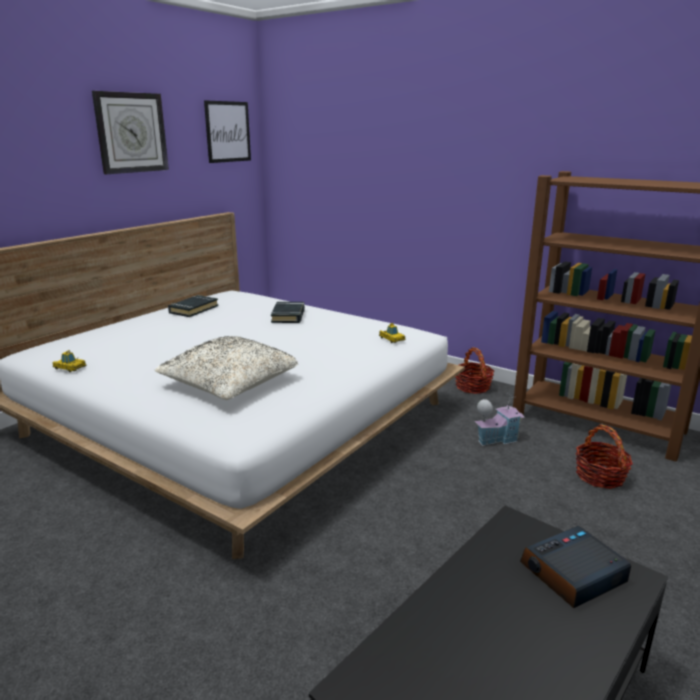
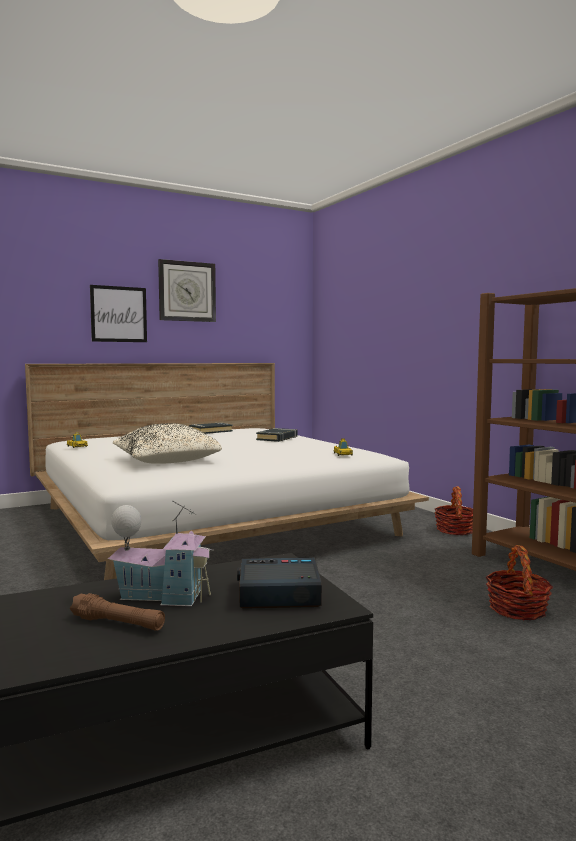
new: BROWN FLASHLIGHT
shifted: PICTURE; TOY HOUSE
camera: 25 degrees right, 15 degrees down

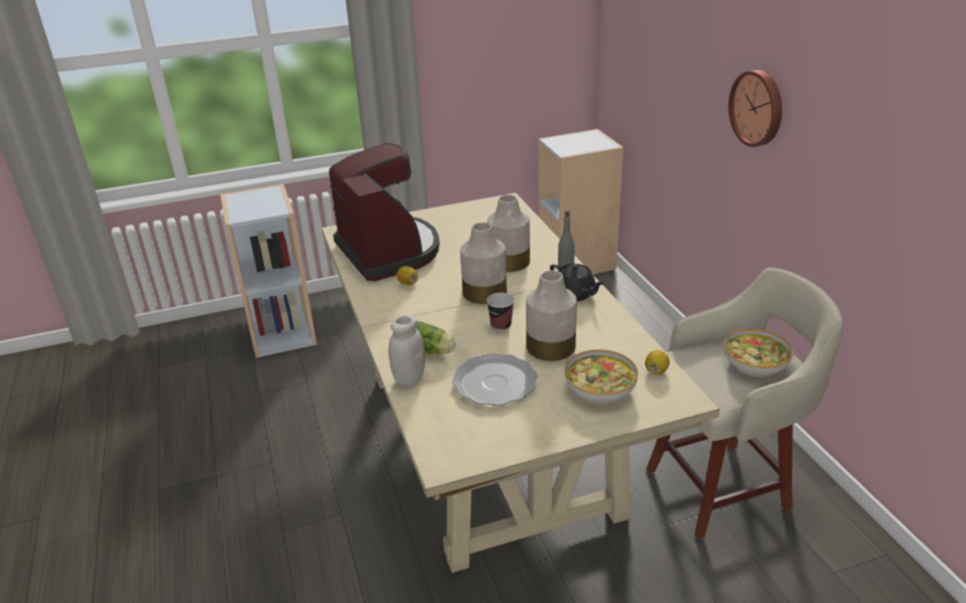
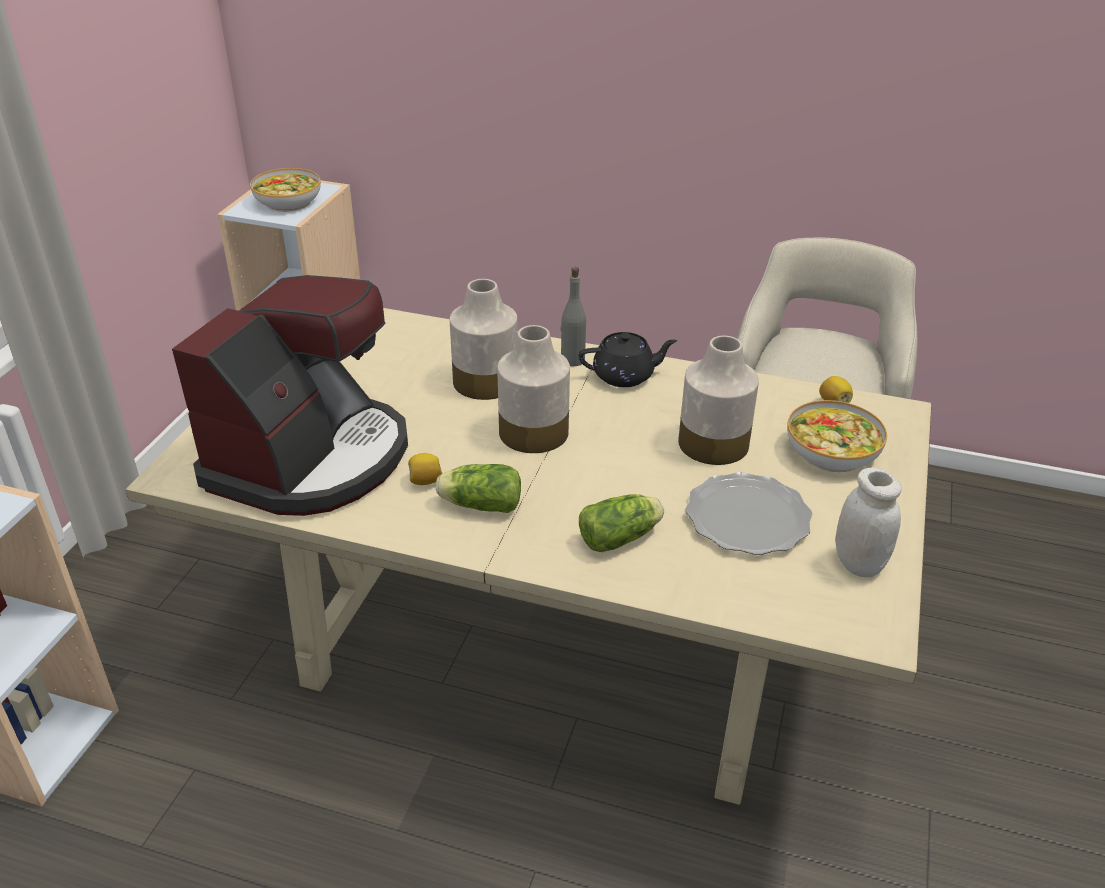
gone: CUP; WALL CLOCK
new: LETTUCE (no. 1 from left)
shifted: WHITE JAR; BOWL (no. 2 from left in the first image) to BOWL (no. 1 from left)
rotated: COFFEE MACHINE 105 degrees clockwise
camera: 55 degrees left, 5 degrees up

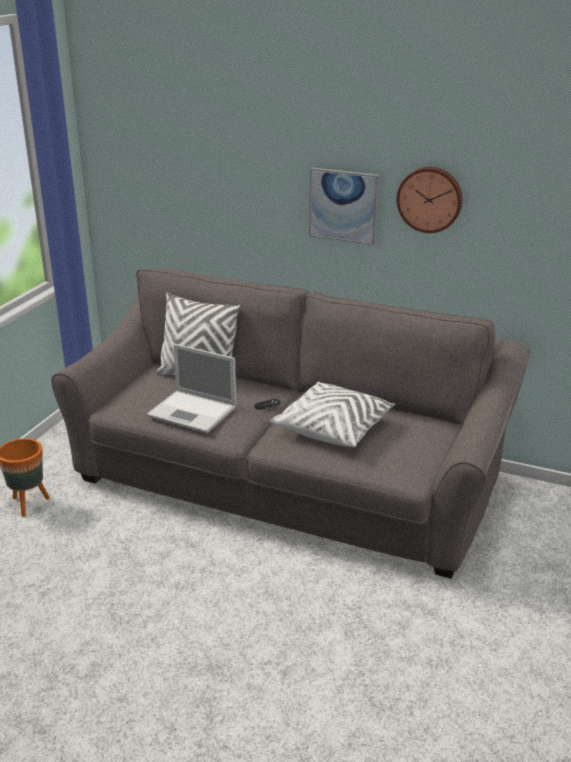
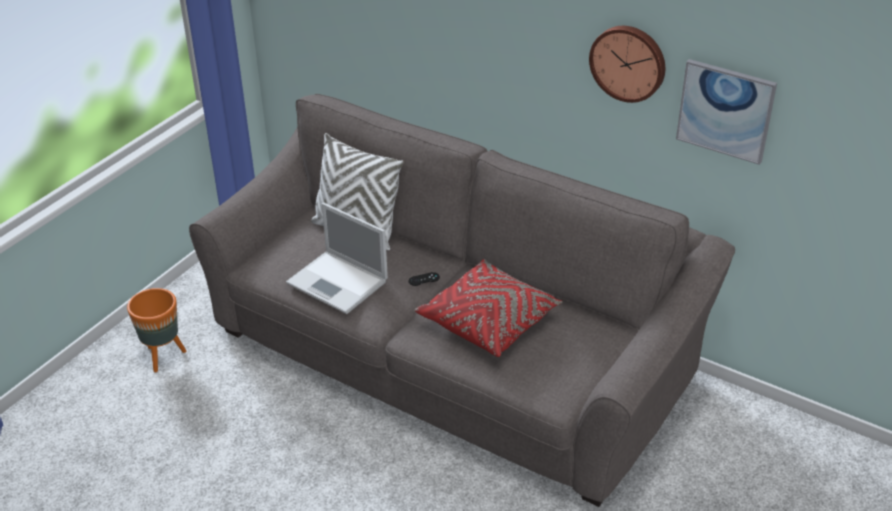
shifted: PICTURE
repainted: WHITE PILLOW (no. 2 from left) to RED PILLOW
camera: 10 degrees right, 10 degrees up

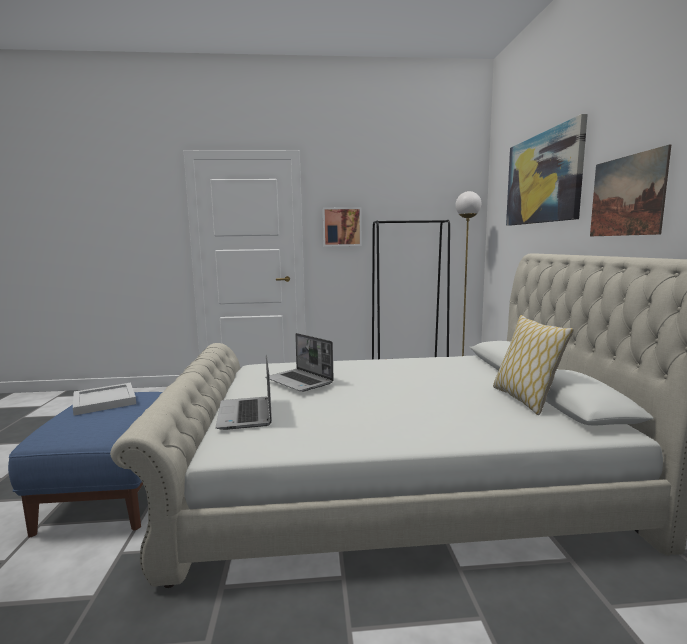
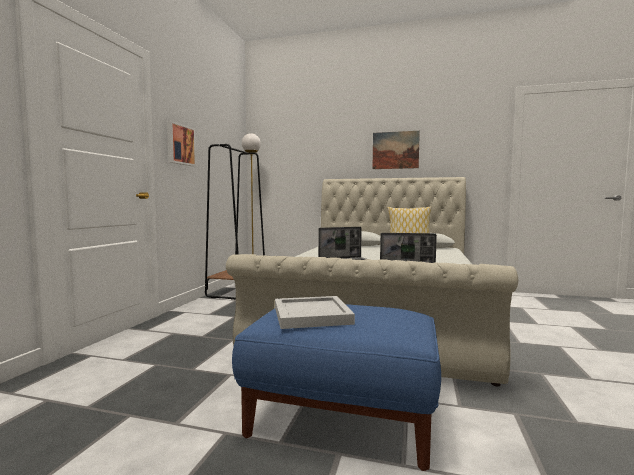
gone: PICTURE (no. 2 from left)
camera: 70 degrees left, 5 degrees down

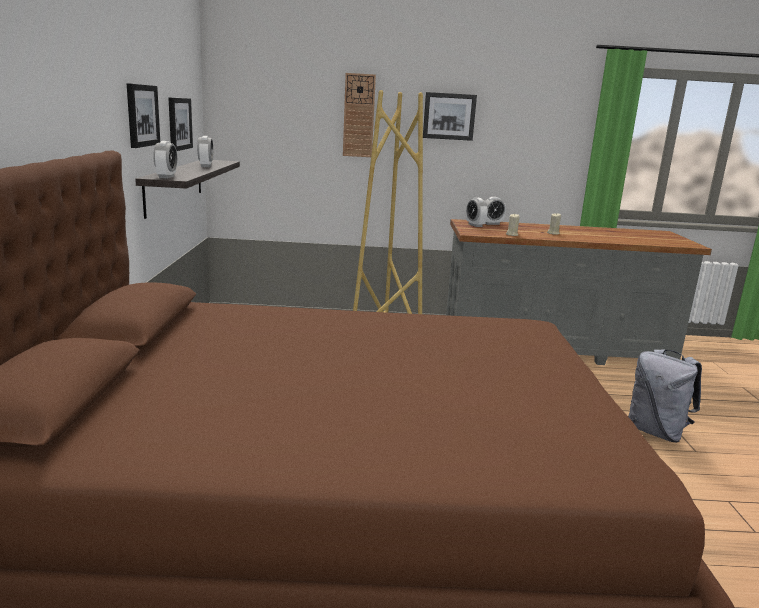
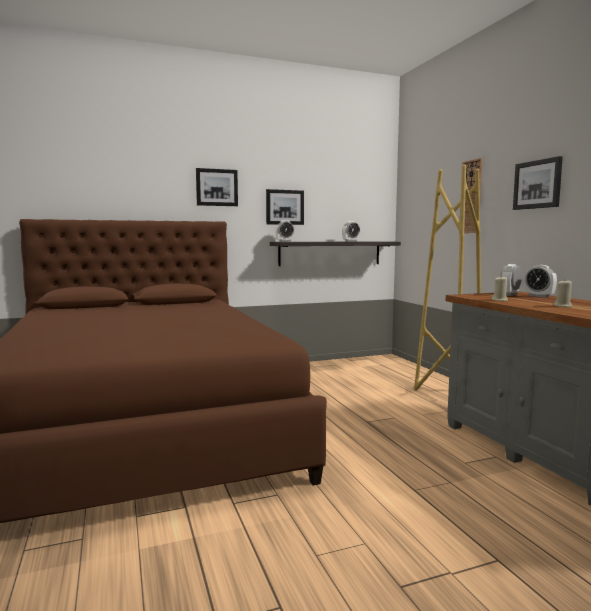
gone: GREY BACKPACK
shifted: PICTURE (no. 2 from left in the first image) to PICTURE (no. 1 from left)
camera: 70 degrees right, 10 degrees down

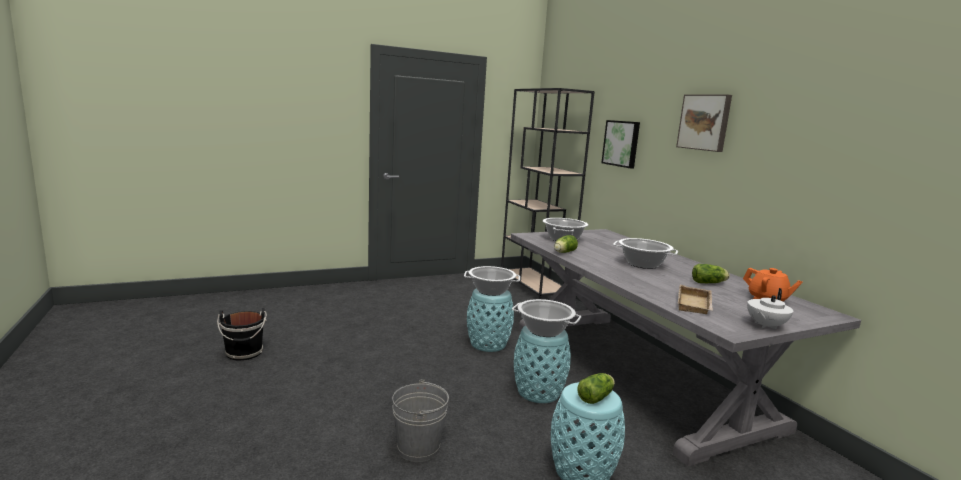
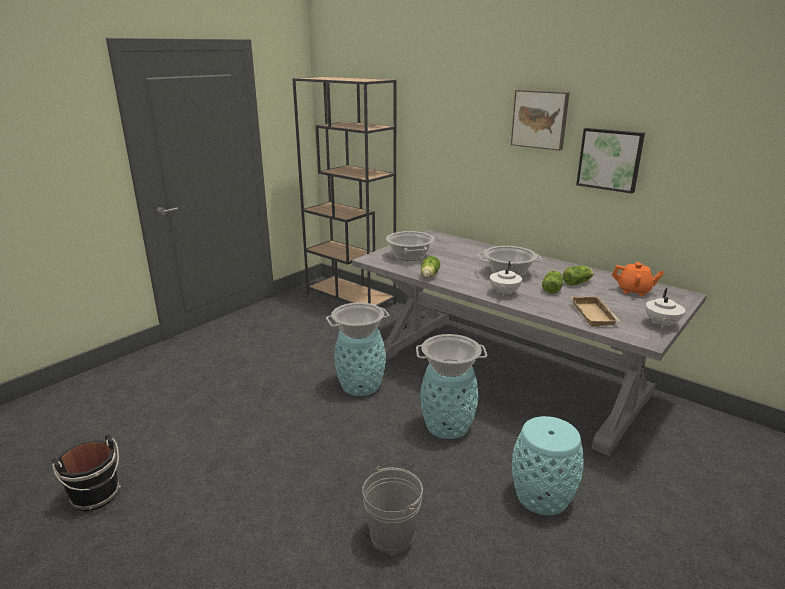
new: WHITE TEAPOT (no. 1 from left)
shifted: LETTUCE (no. 2 from left); PICTURE (no. 1 from left in the first image) to PICTURE (no. 2 from left)
camera: 25 degrees left, 10 degrees up

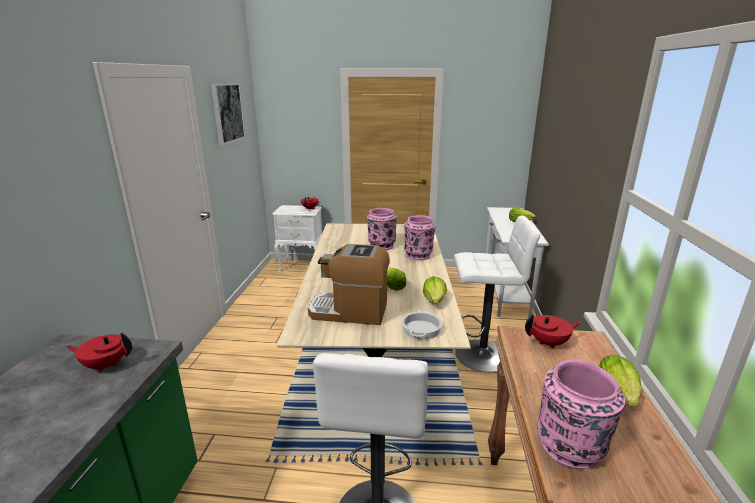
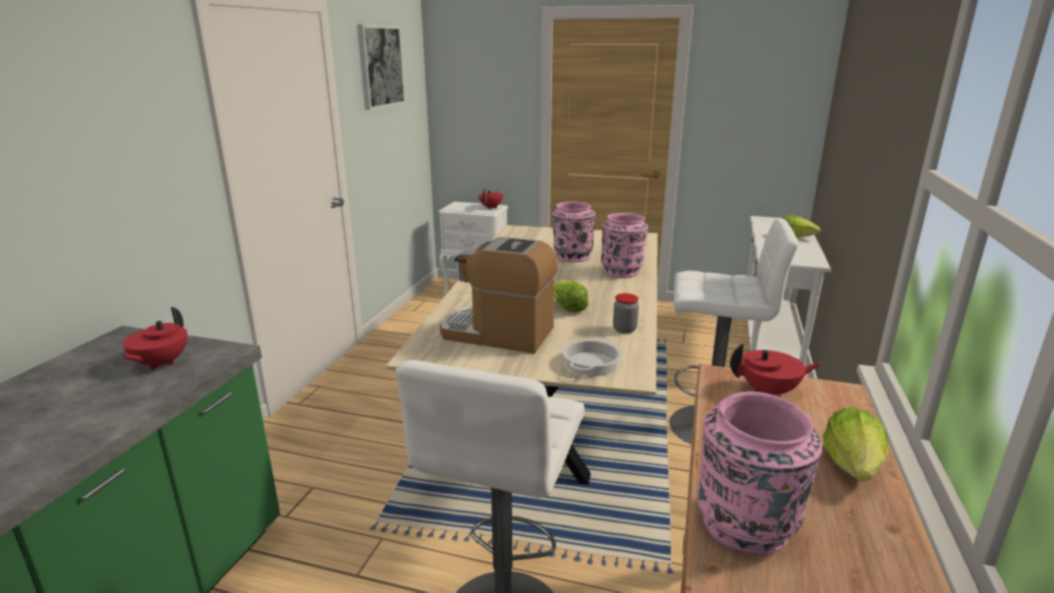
swapped: LETTUCE (no. 2 from left) to JAR
rotated: RED TEAPOT (no. 1 from left) 90 degrees counterclockwise
camera: 10 degrees right, 0 degrees up

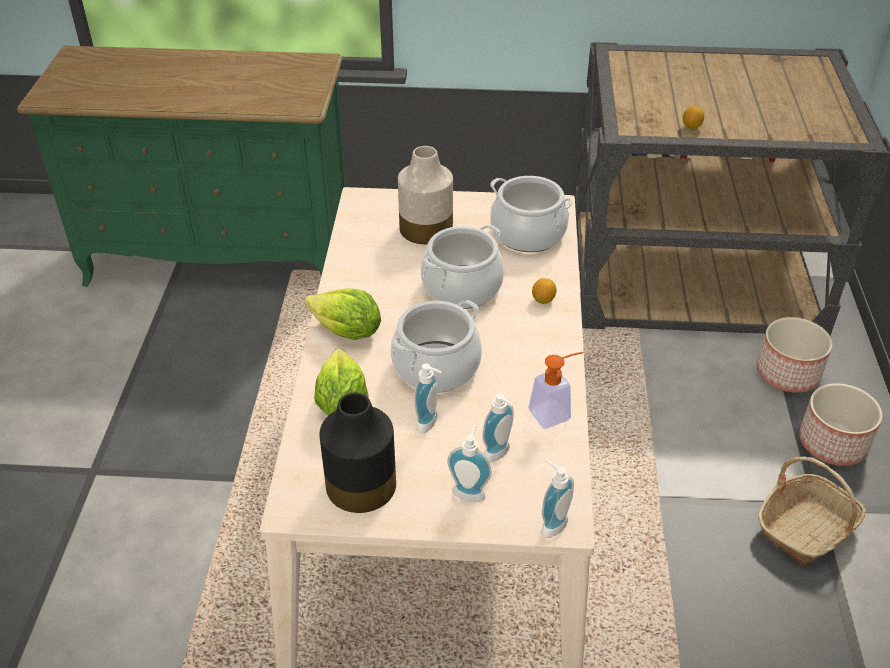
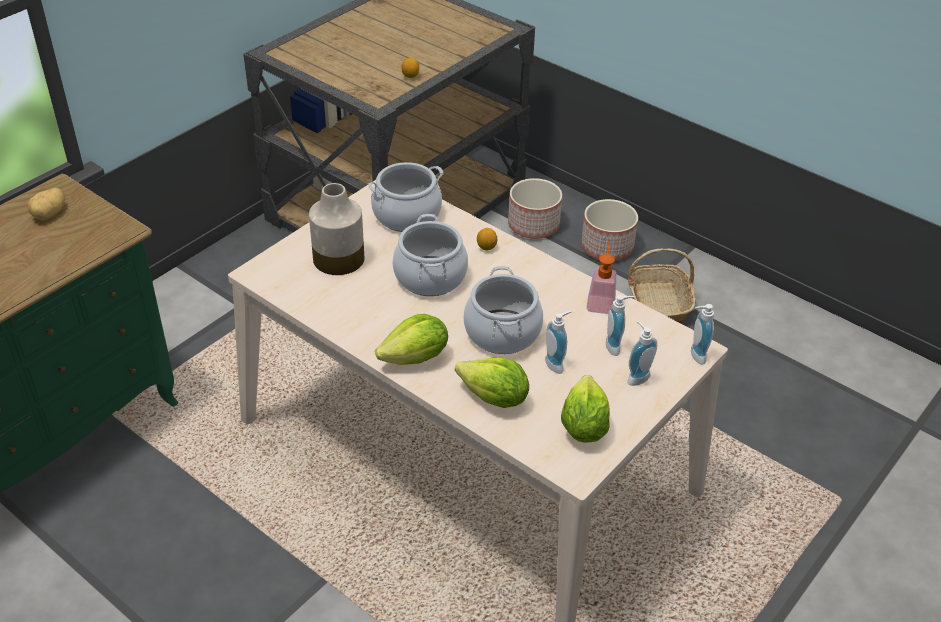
new: POTATO
swapped: BLACK VASE to LETTUCE (no. 3 from left)
camera: 55 degrees left, 0 degrees up

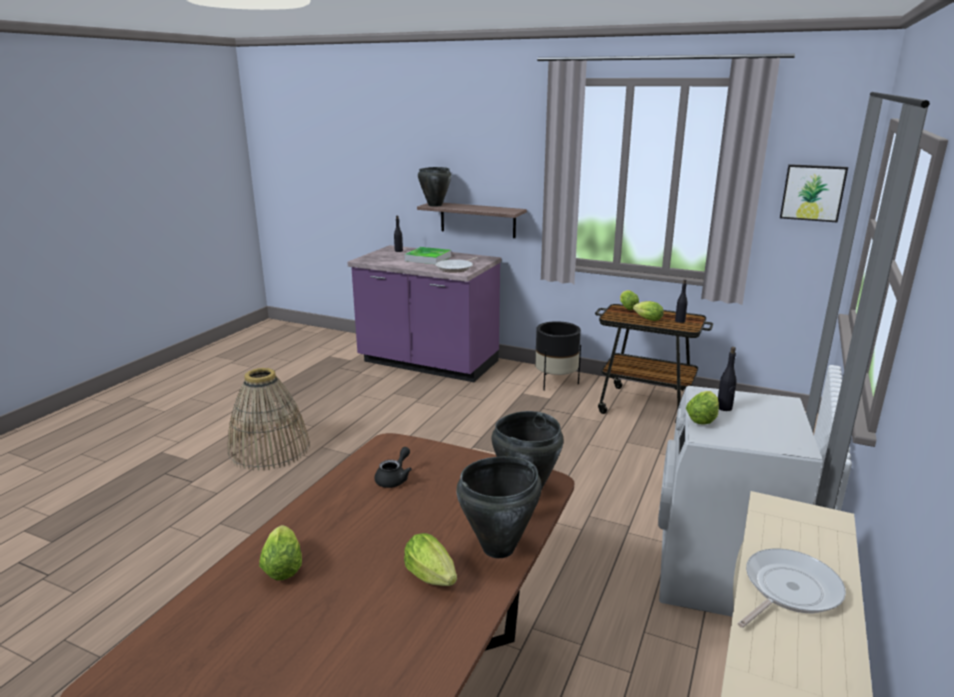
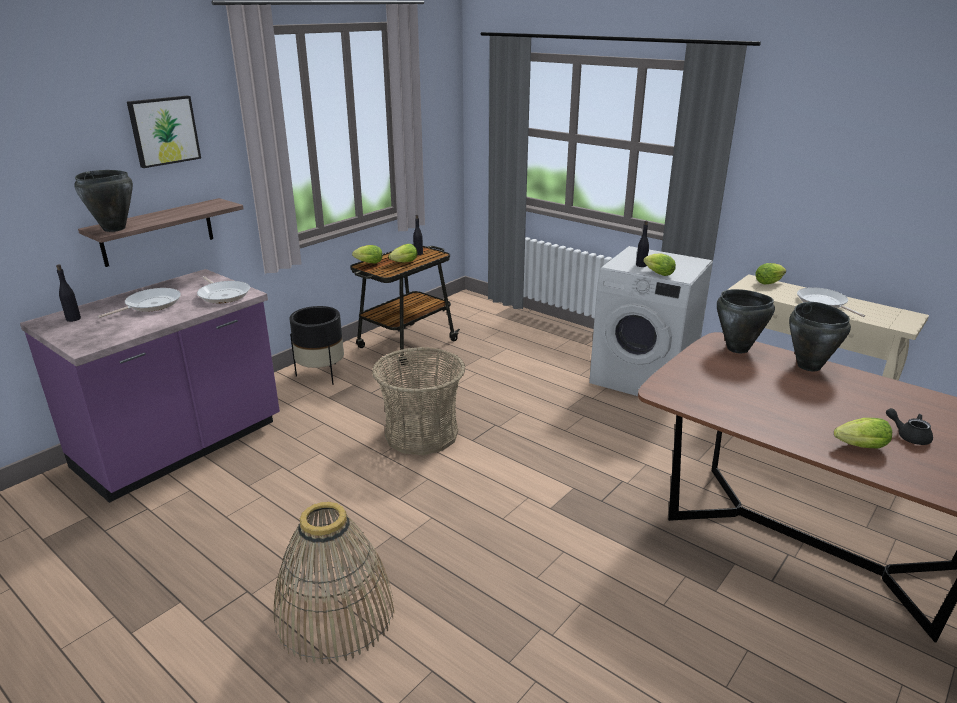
new: BASKET (no. 2 from left)
shifted: BLACK TEAPOT; LETTUCE (no. 2 from left in the first image) to LETTUCE (no. 4 from left); PICTURE
swapped: TRAY to FRYING PAN (no. 1 from left)
camera: 75 degrees left, 5 degrees up

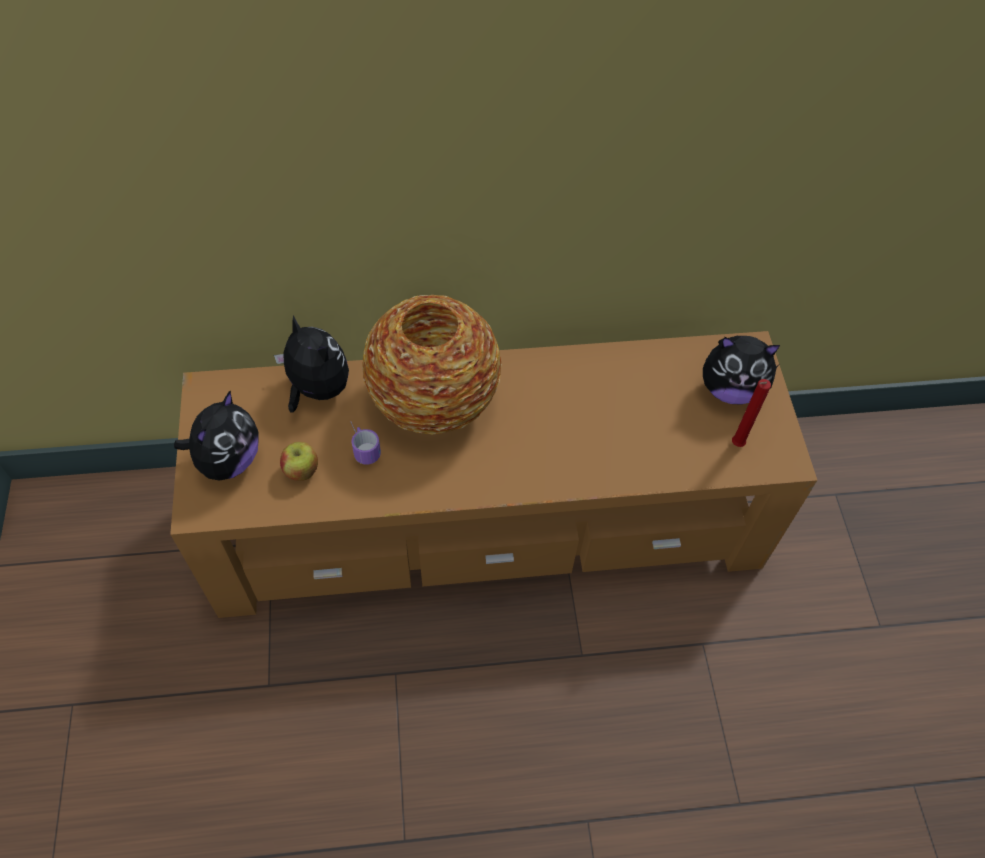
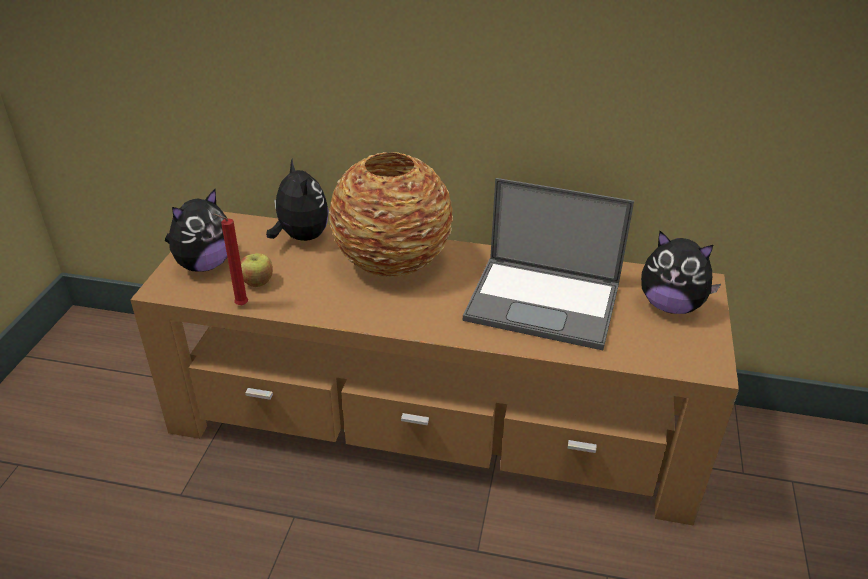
gone: MUG
new: LAPTOP
shifted: RED CANDLE
camera: 20 degrees right, 20 degrees down

